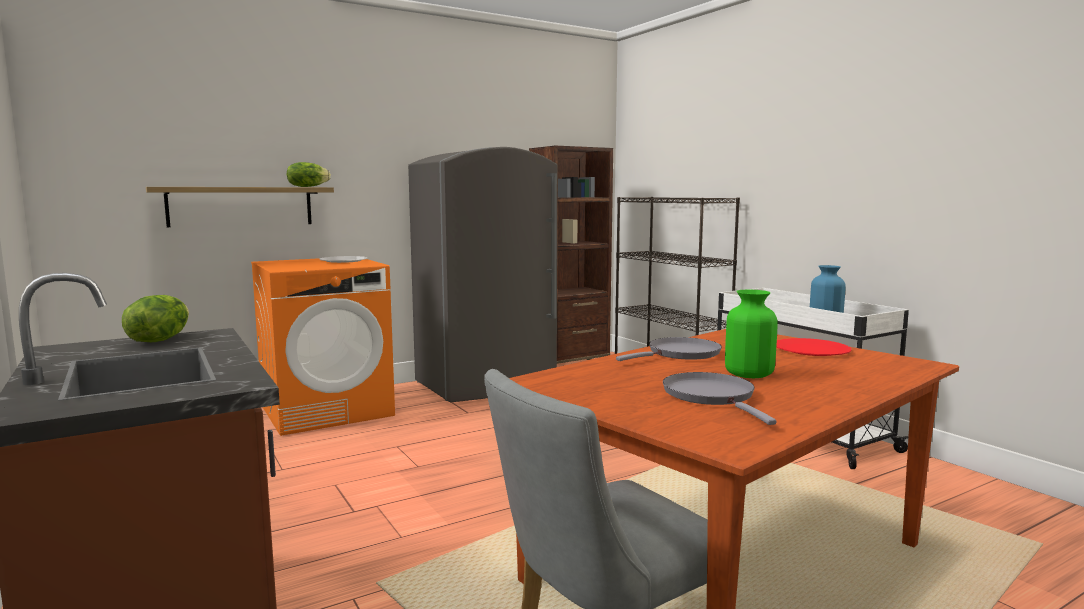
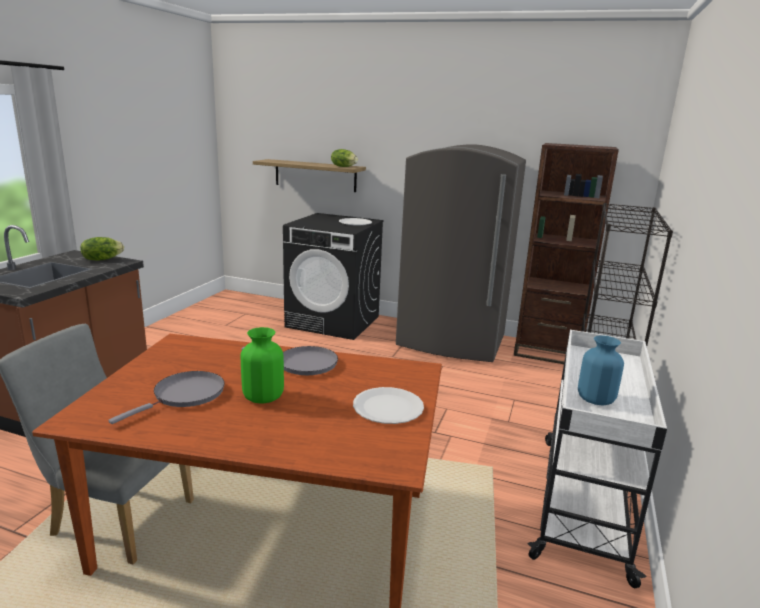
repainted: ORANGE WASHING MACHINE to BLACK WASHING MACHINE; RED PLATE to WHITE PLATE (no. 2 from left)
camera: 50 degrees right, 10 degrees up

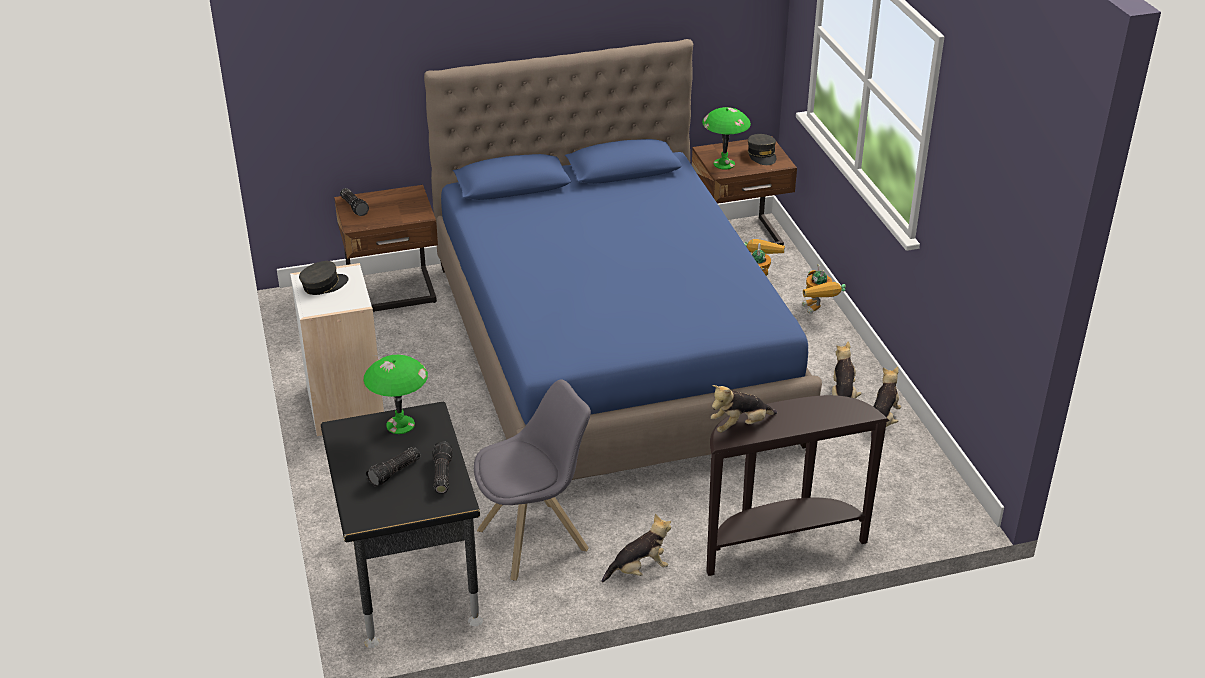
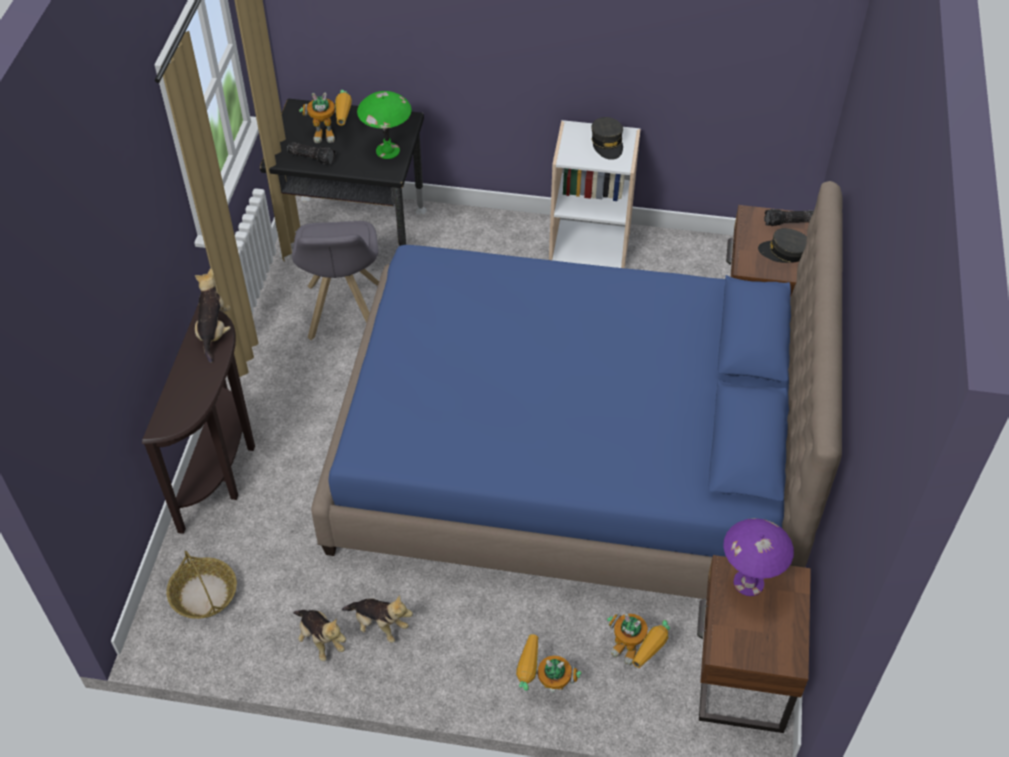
gone: PLUSH TOY (no. 1 from left)
new: BASKET
shifted: GREY CAP (no. 2 from left)
swapped: FLASHLIGHT (no. 2 from left) to TOY ROBOT (no. 1 from left)
repainted: GREEN TABLE LAMP (no. 2 from left) to PURPLE TABLE LAMP
camera: 115 degrees right, 15 degrees up

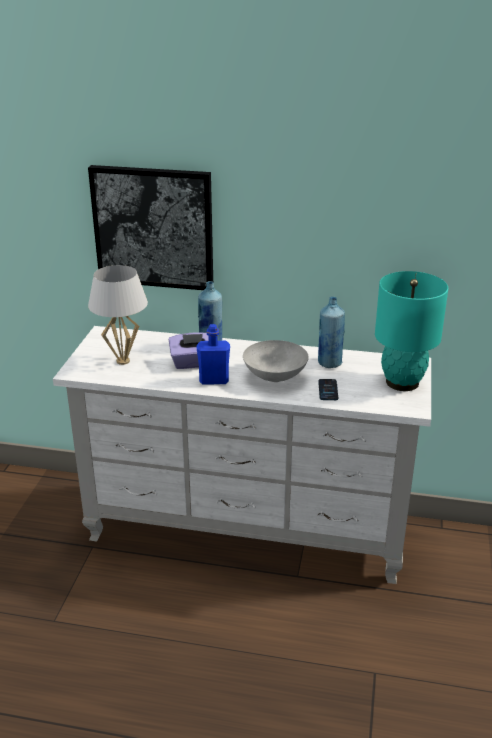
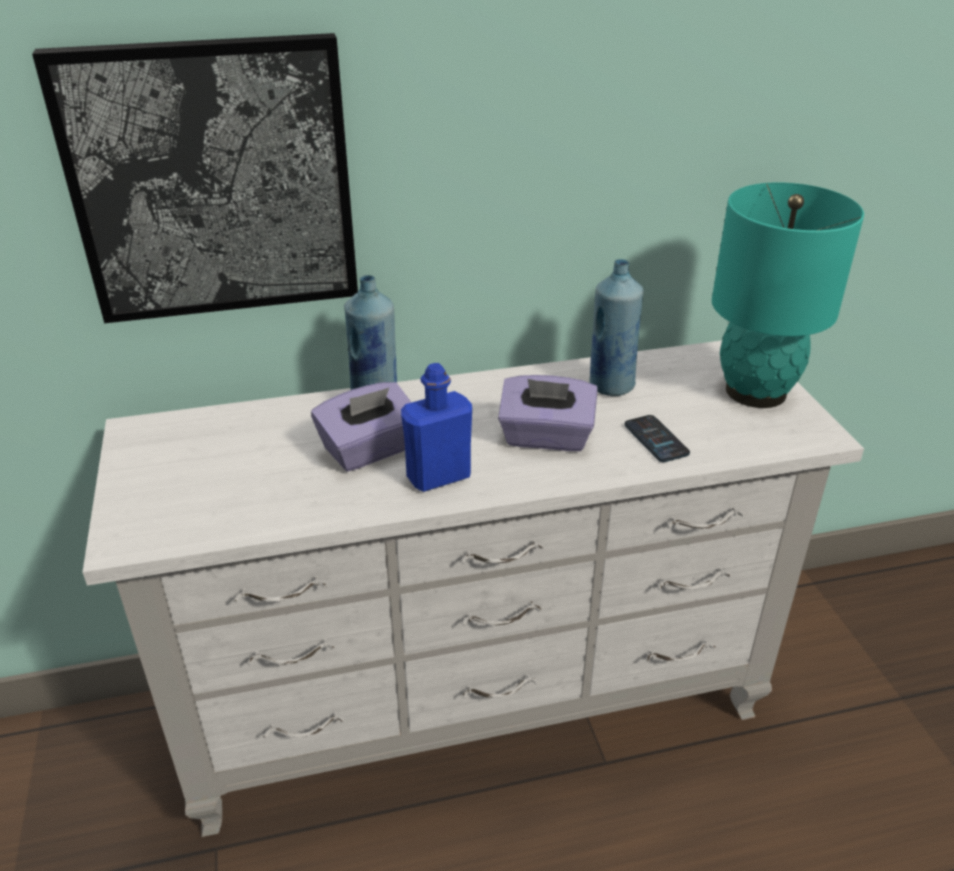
gone: WHITE TABLE LAMP
swapped: GREY BOWL to PURPLE TISSUE BOX (no. 2 from left)
camera: 25 degrees left, 5 degrees up

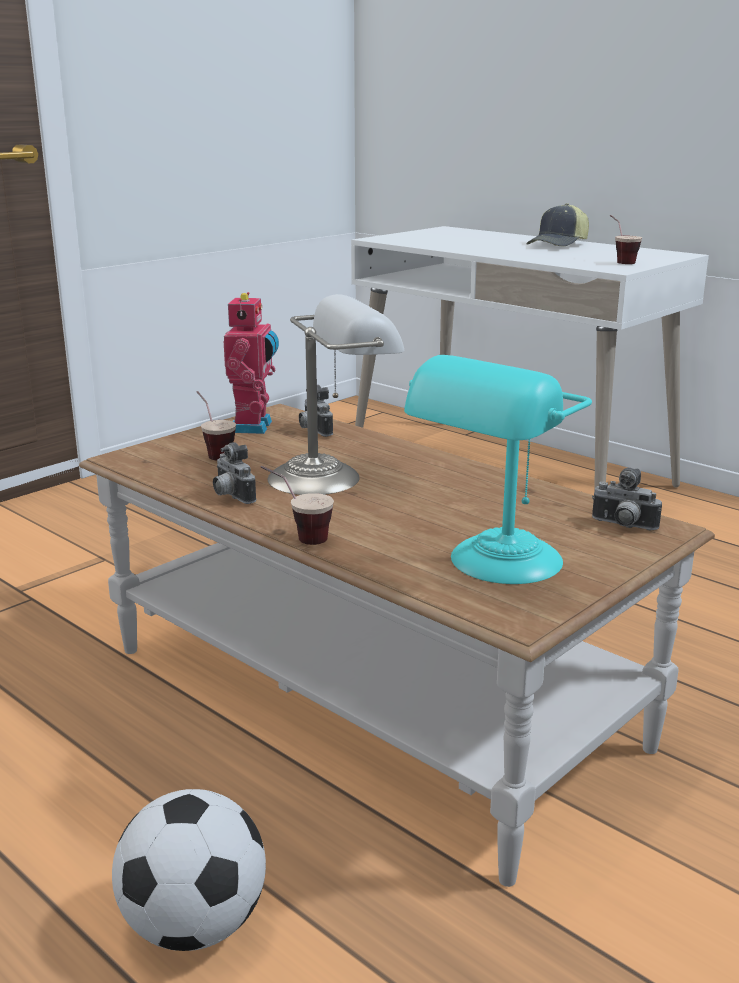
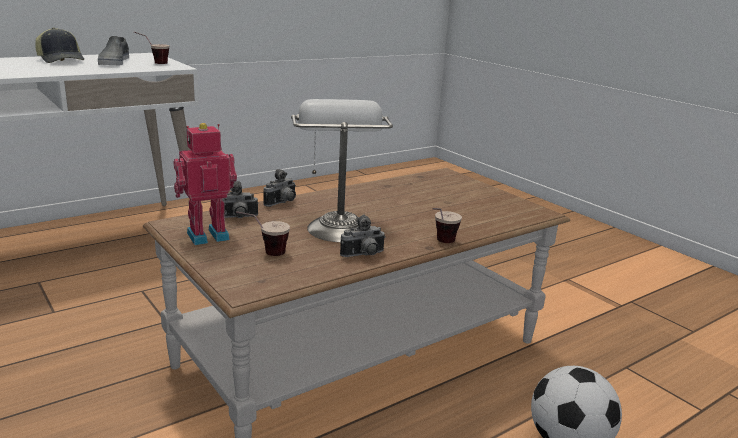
gone: TURQUOISE TABLE LAMP
new: GREY SHOE
shifted: PHOTO CAMERA (no. 3 from left in the first image) to PHOTO CAMERA (no. 2 from left)
rotated: TOY ROBOT 45 degrees counterclockwise
camera: 80 degrees left, 0 degrees up

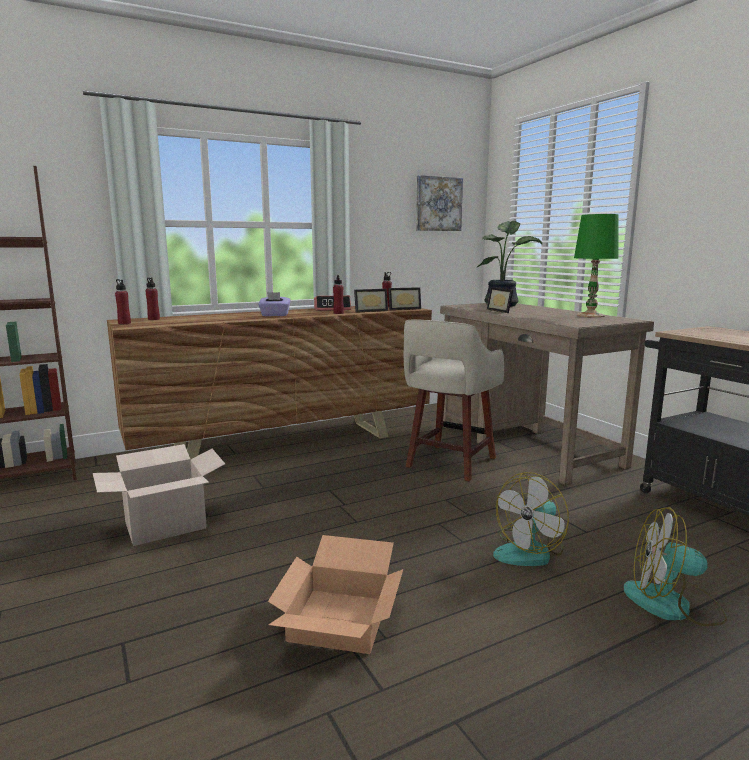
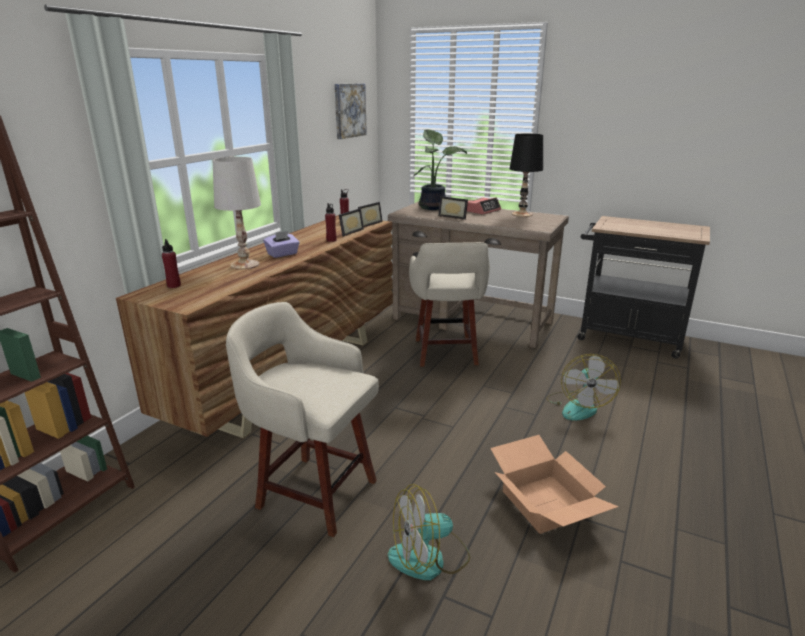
gone: RED BOTTLE (no. 1 from left)
new: WHITE TABLE LAMP
shifted: ALARM CLOCK; FAN (no. 2 from left in the first image) to FAN (no. 1 from left)
swapped: CARDBOARD BOX (no. 1 from left) to BEIGE STOOL (no. 1 from left)
repainted: GREEN TABLE LAMP to BLACK TABLE LAMP
camera: 35 degrees left, 10 degrees up

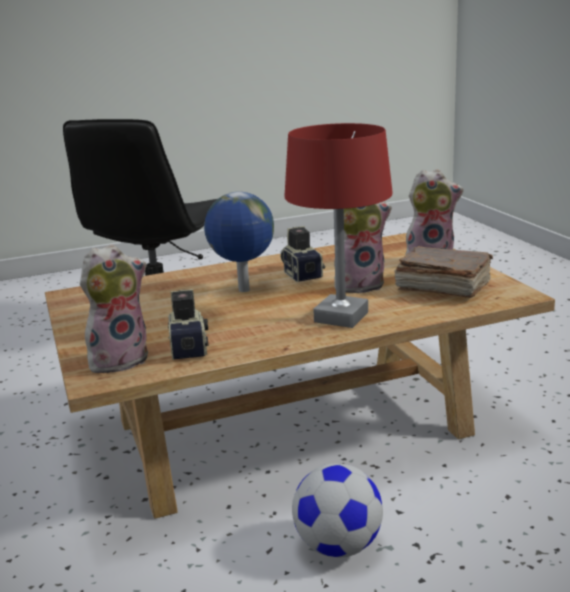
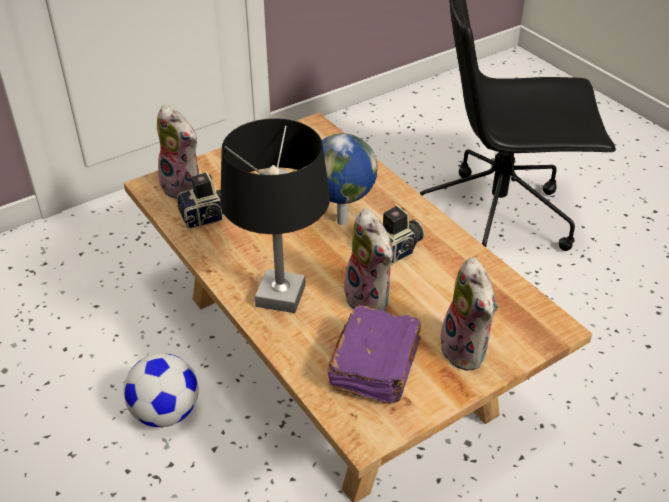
repainted: RED TABLE LAMP to BLACK TABLE LAMP; BROWN BOOK to PURPLE BOOK
camera: 75 degrees right, 20 degrees up

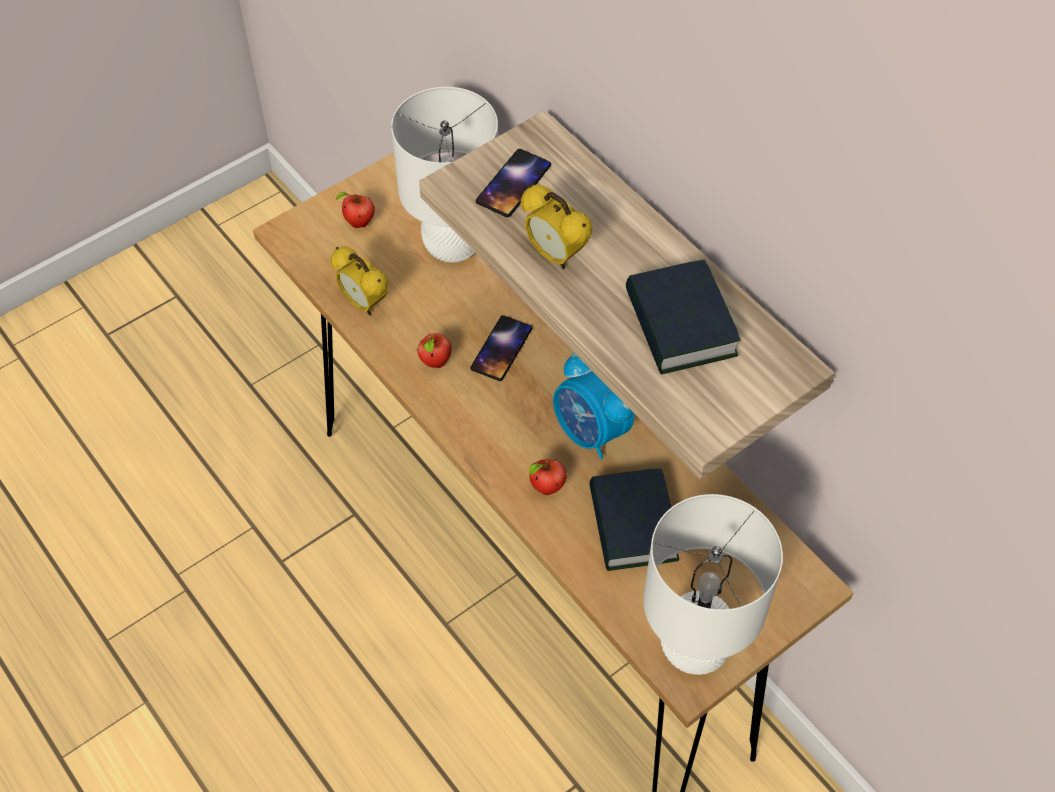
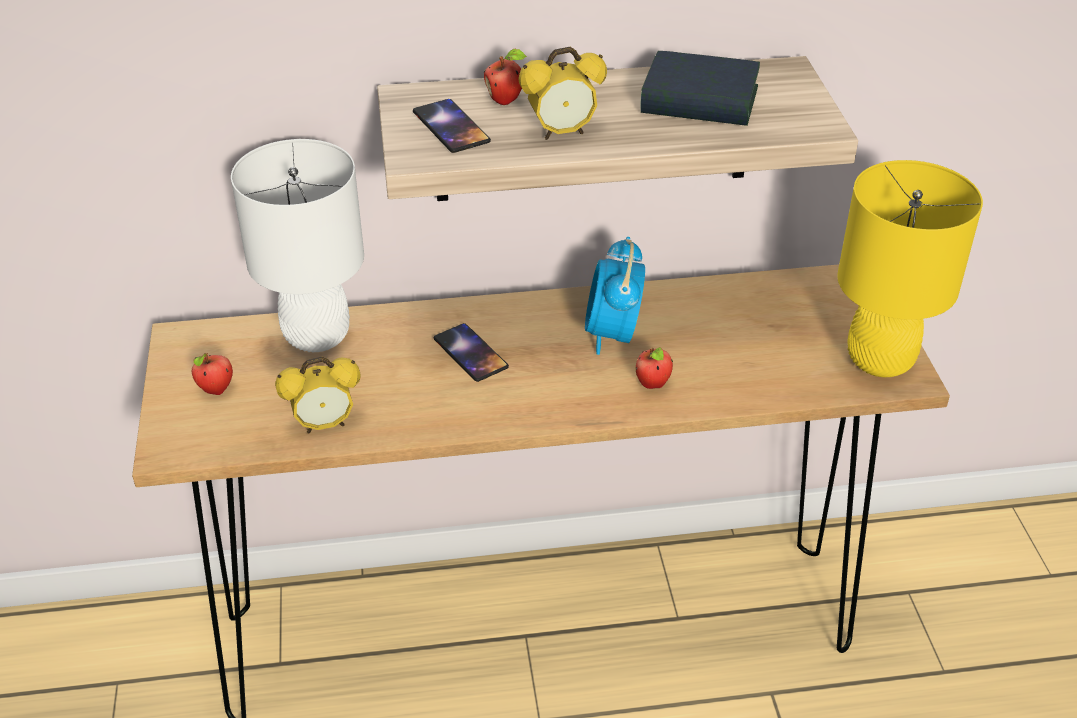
gone: BOOK (no. 1 from left)
shifted: APPLE (no. 2 from left)
repainted: WHITE TABLE LAMP (no. 2 from left) to YELLOW TABLE LAMP
rotated: ALARM CLOCK (no. 3 from left) 105 degrees clockwise
camera: 60 degrees left, 15 degrees down

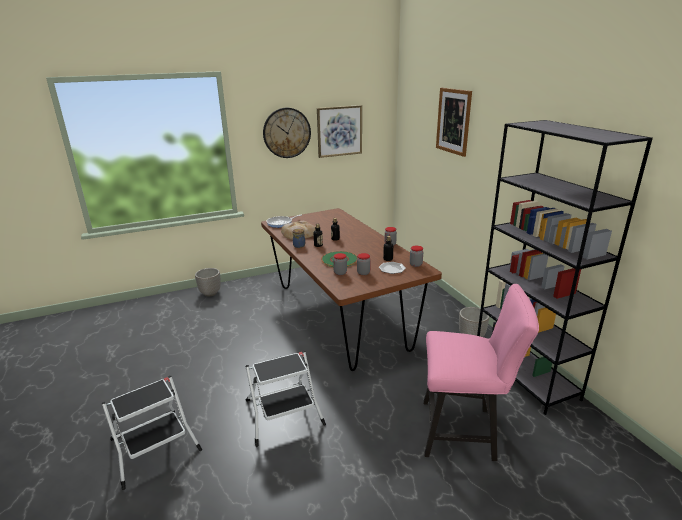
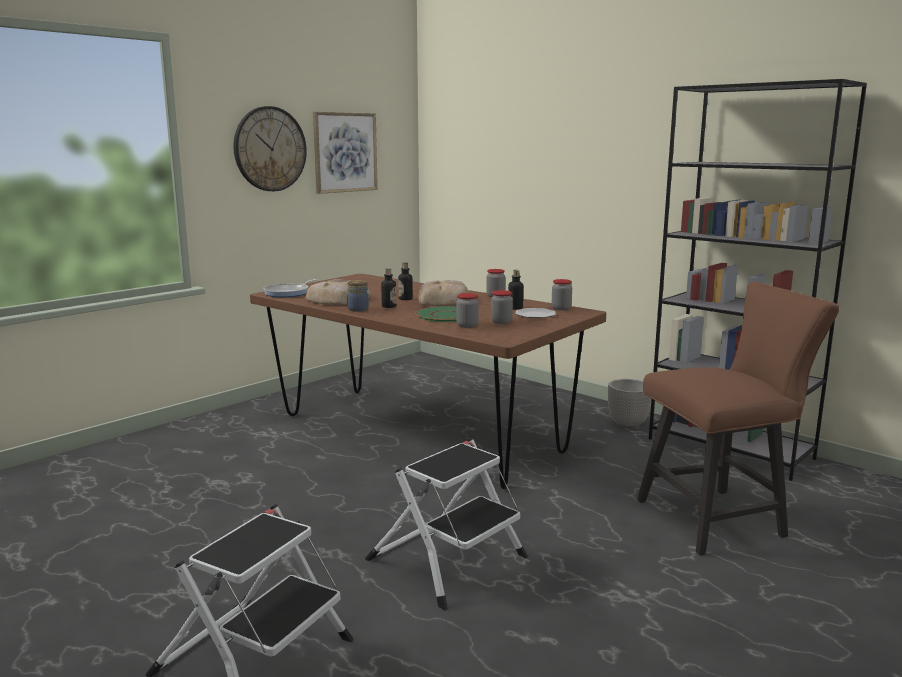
gone: PLANTER (no. 1 from left); PICTURE (no. 2 from left)
new: BREAD (no. 2 from left)
repainted: PINK CHAIR to BROWN CHAIR
camera: 25 degrees left, 10 degrees down

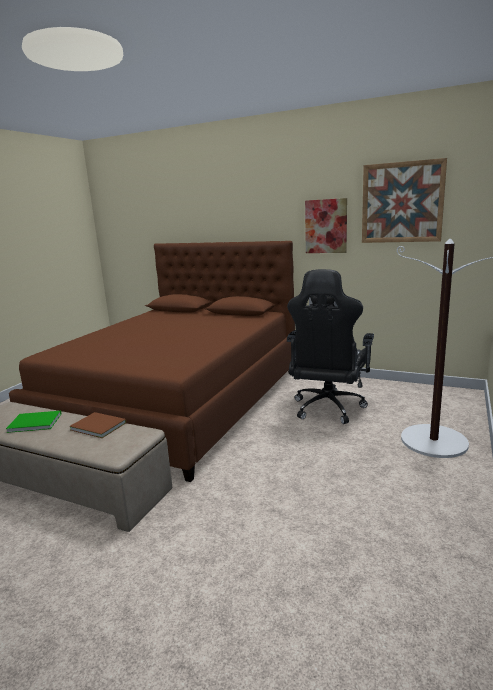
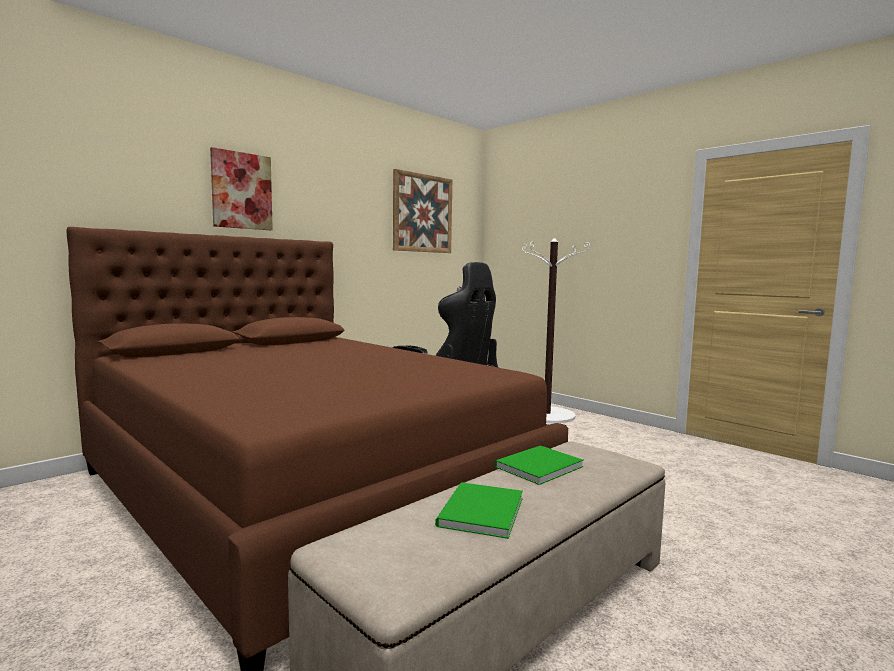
shifted: PICTURE (no. 1 from left)
repainted: BROWN BOOK to GREEN BOOK (no. 2 from left)
camera: 70 degrees left, 10 degrees down

